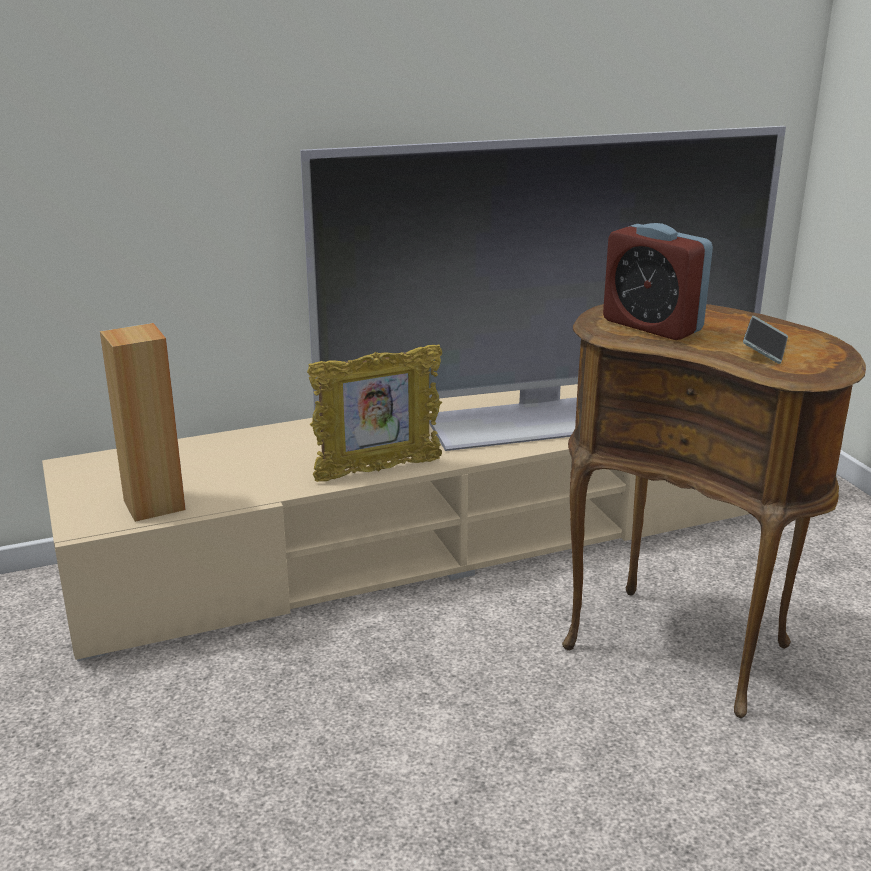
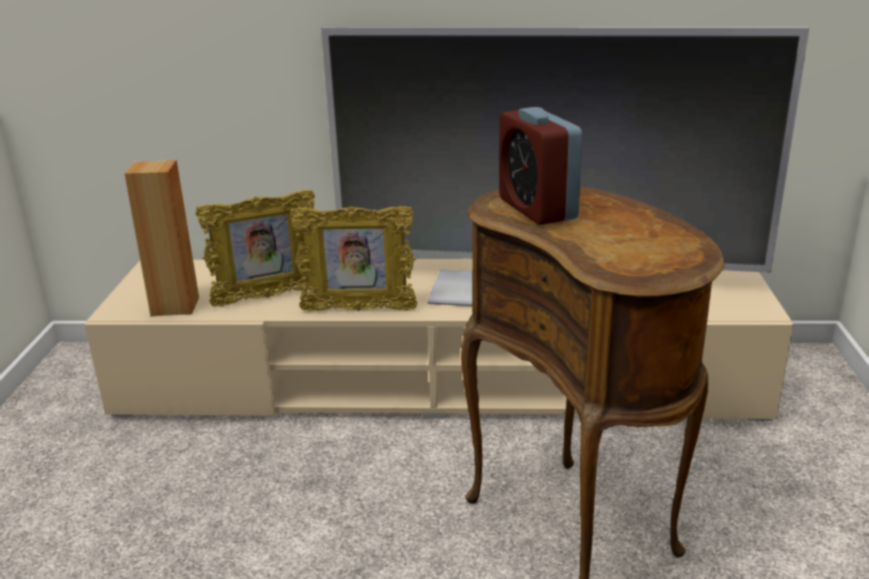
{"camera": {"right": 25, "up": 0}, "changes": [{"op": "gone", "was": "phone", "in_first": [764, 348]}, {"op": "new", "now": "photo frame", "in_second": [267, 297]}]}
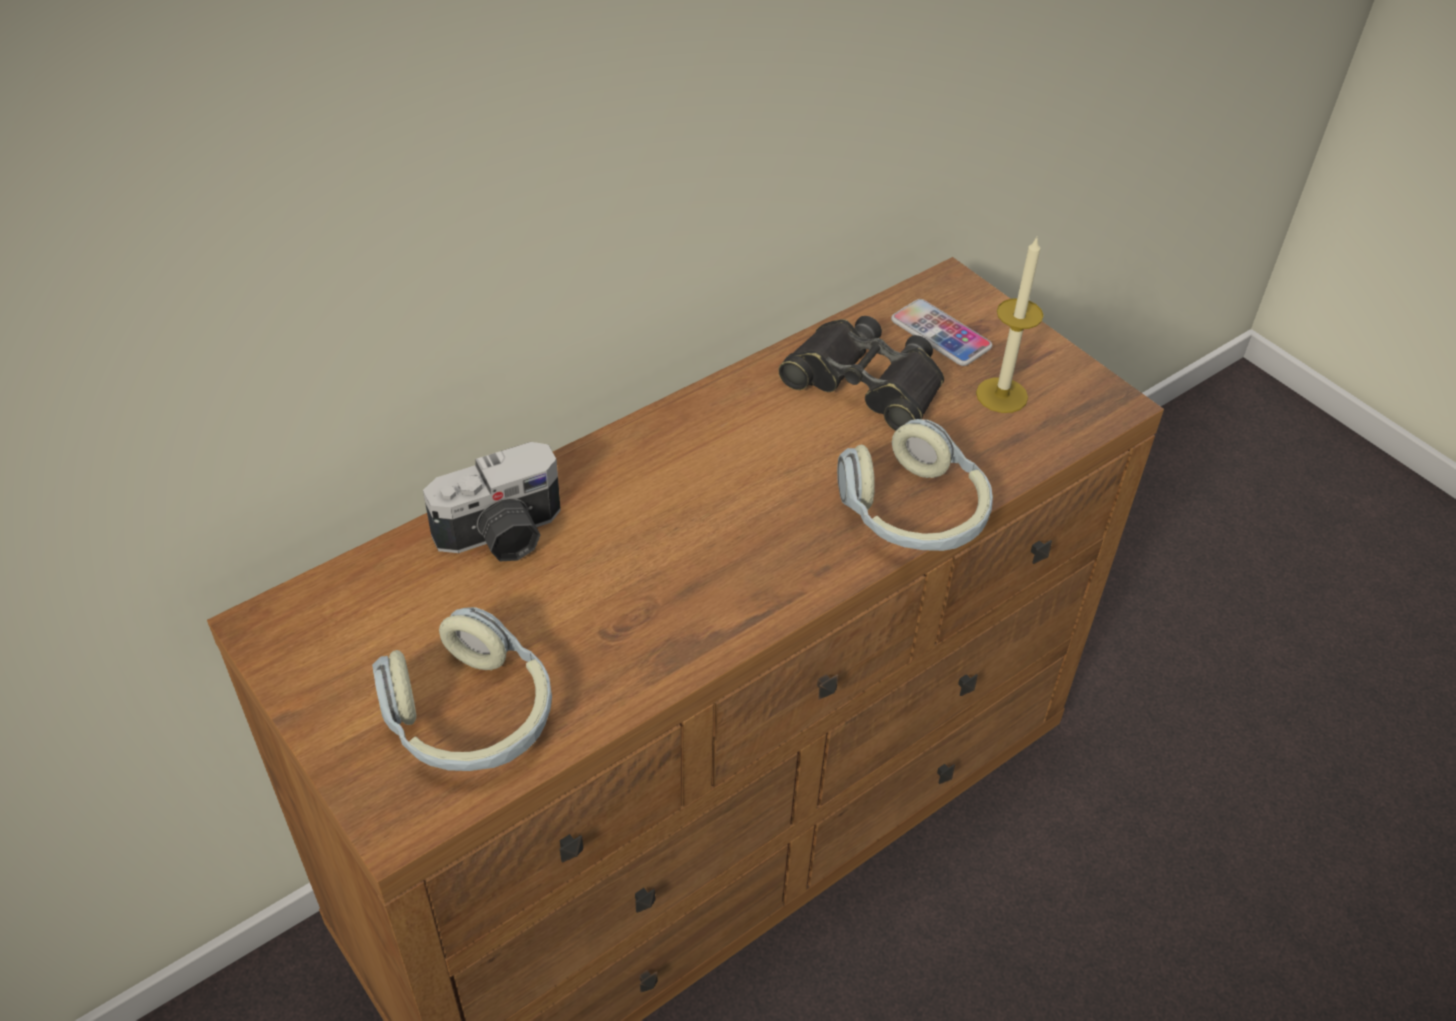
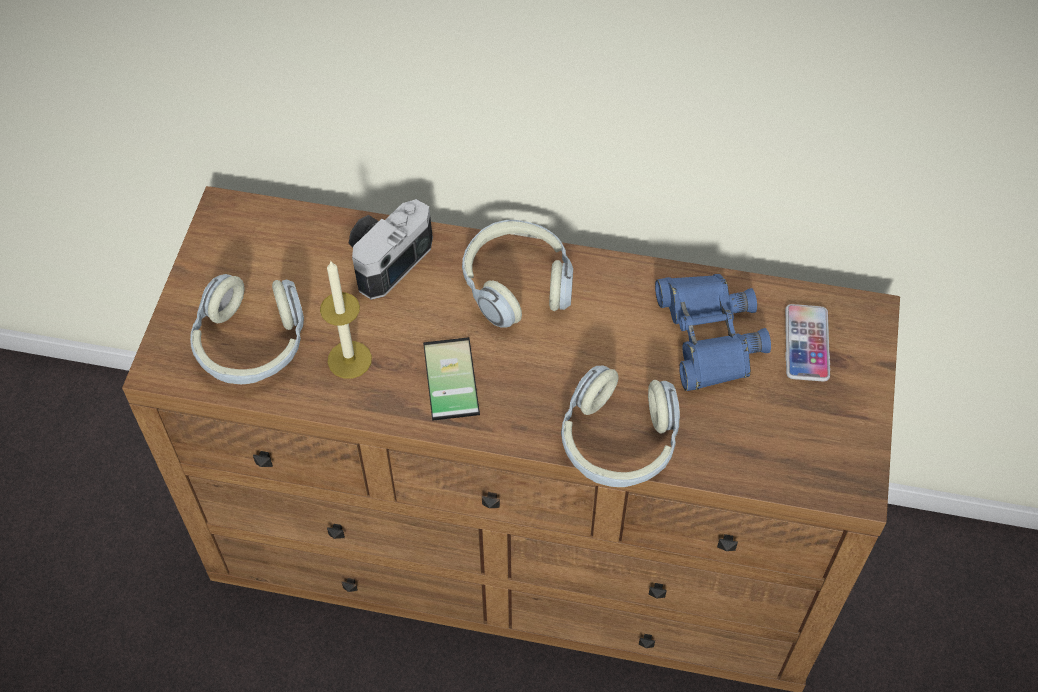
{"camera": {"right": 50, "up": 10}, "changes": [{"op": "rotated", "was": "still camera", "in_first": [503, 536], "in_second": [385, 258], "clockwise": 105}, {"op": "repainted", "was": "black pair of binoculars", "now": "blue-coloured pair of binoculars", "in_first": [865, 383], "in_second": [708, 336]}, {"op": "shifted", "was": "candle", "in_first": [1001, 395], "in_second": [349, 359]}, {"op": "new", "now": "phone", "in_second": [446, 379]}, {"op": "new", "now": "headset", "in_second": [517, 283]}]}
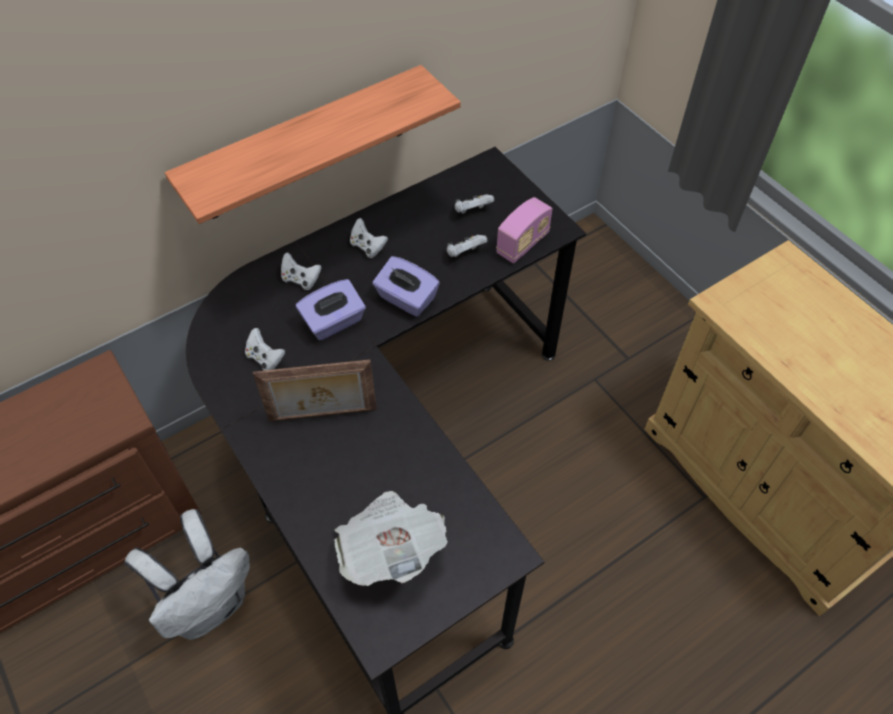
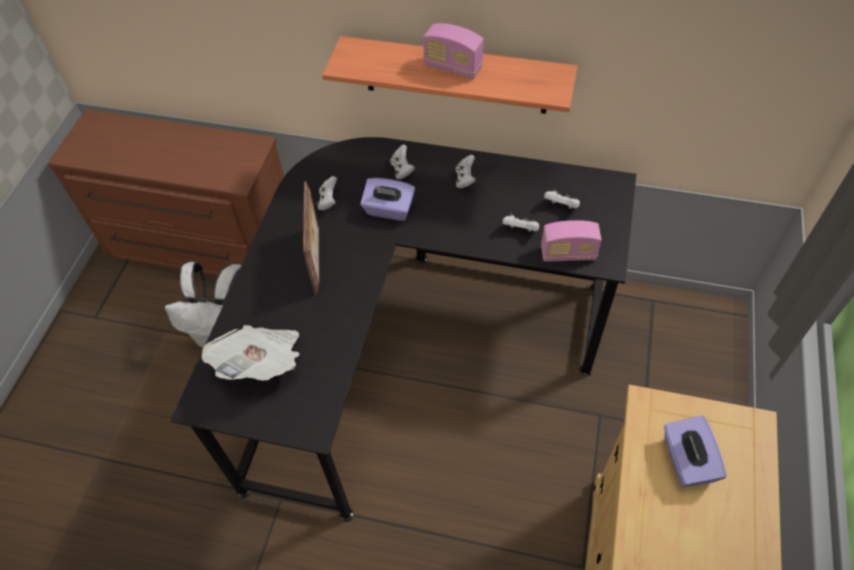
{"camera": {"right": 50, "up": 0}, "changes": [{"op": "rotated", "was": "photo frame", "in_first": [323, 416], "in_second": [317, 259], "clockwise": -135}, {"op": "shifted", "was": "purple tissue box", "in_first": [406, 299], "in_second": [686, 461]}, {"op": "new", "now": "radio", "in_second": [453, 67]}]}
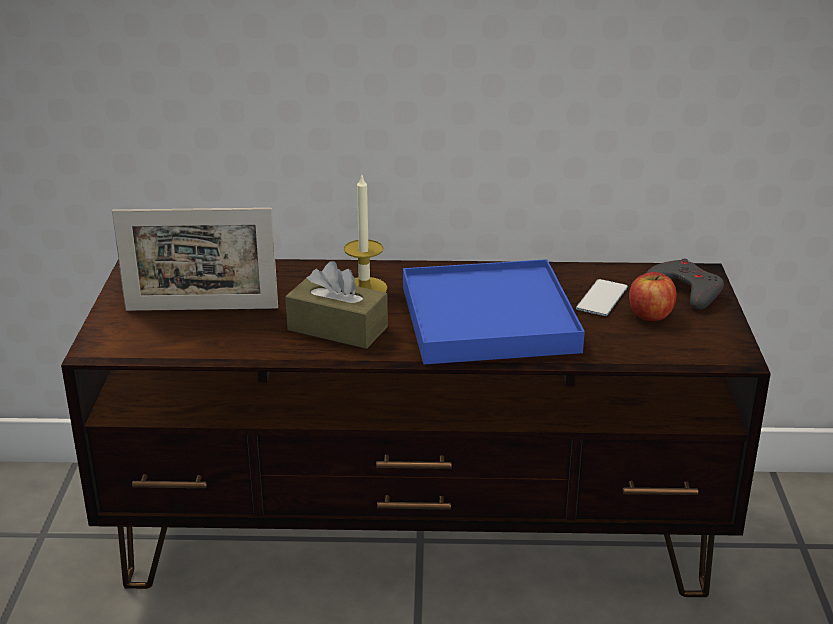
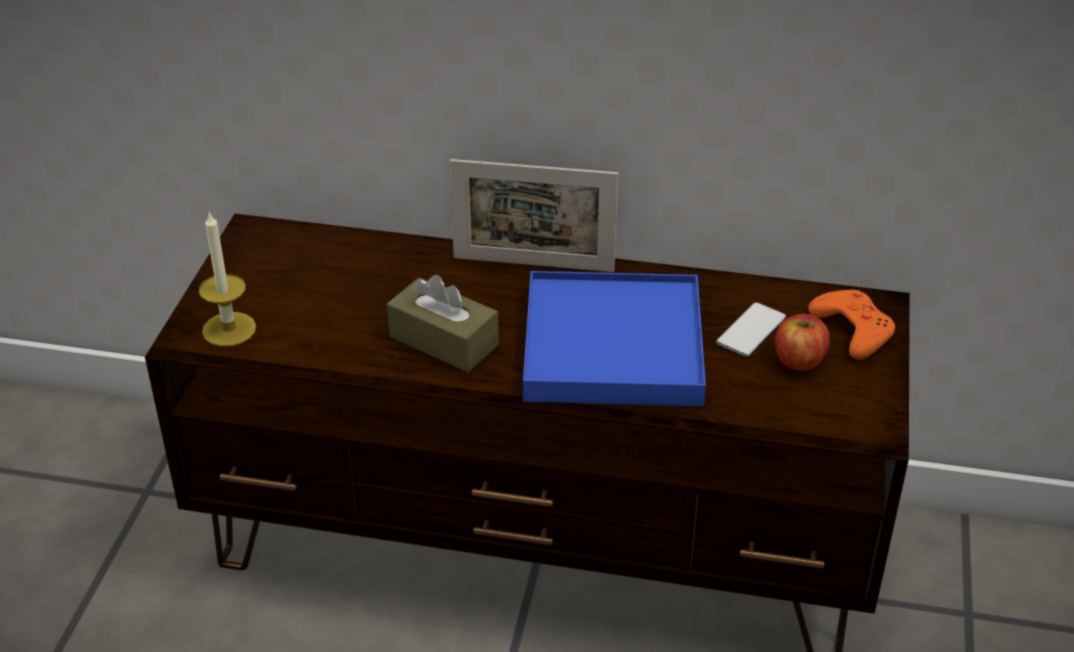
{"camera": {"right": 10, "up": 10}, "changes": [{"op": "shifted", "was": "photo frame", "in_first": [202, 309], "in_second": [533, 264]}, {"op": "shifted", "was": "candle", "in_first": [364, 288], "in_second": [229, 329]}, {"op": "repainted", "was": "gray game controller", "now": "orangey game controller", "in_first": [686, 290], "in_second": [853, 329]}]}
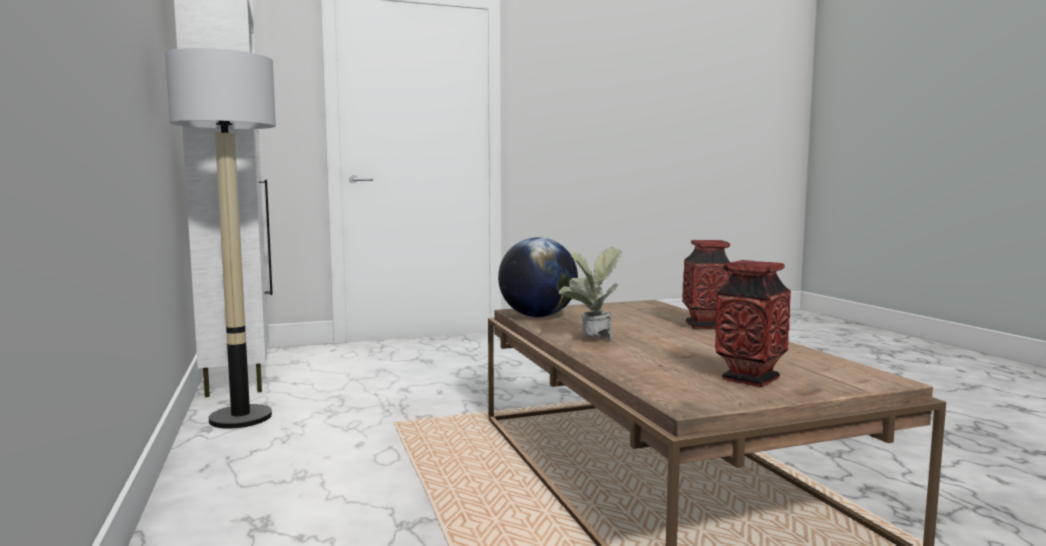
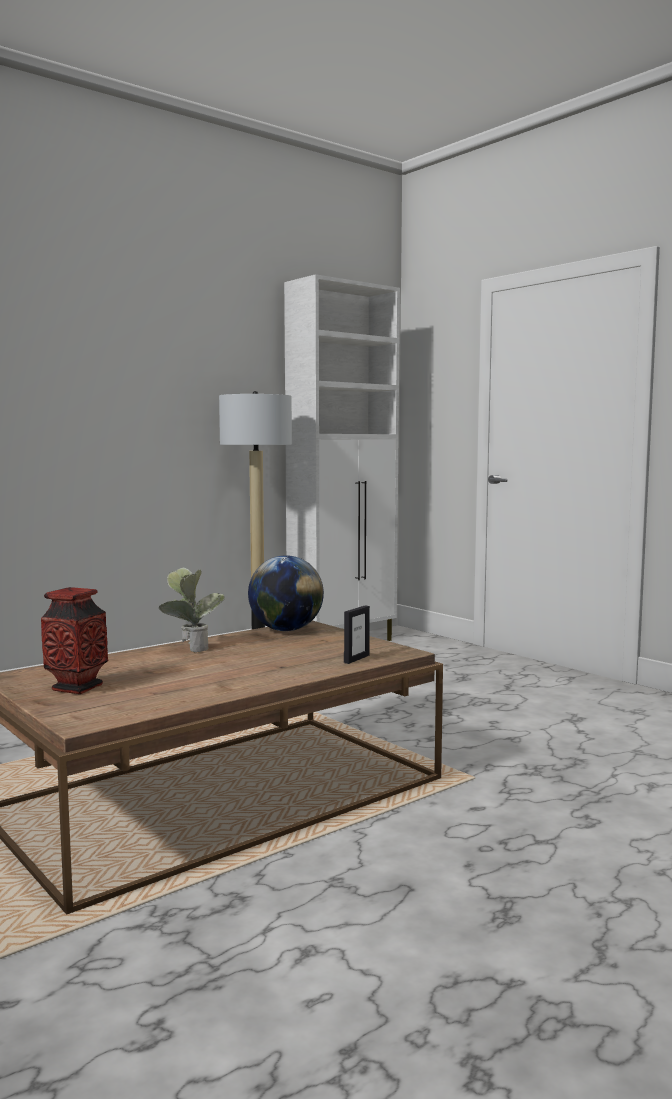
{"camera": {"right": 70, "up": 0}, "changes": [{"op": "gone", "was": "decorative vase", "in_first": [704, 325]}, {"op": "new", "now": "photo frame", "in_second": [356, 659]}]}
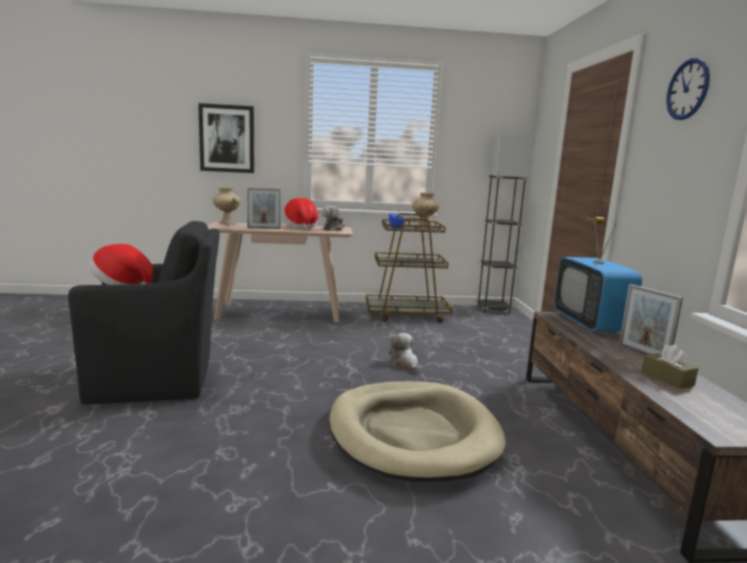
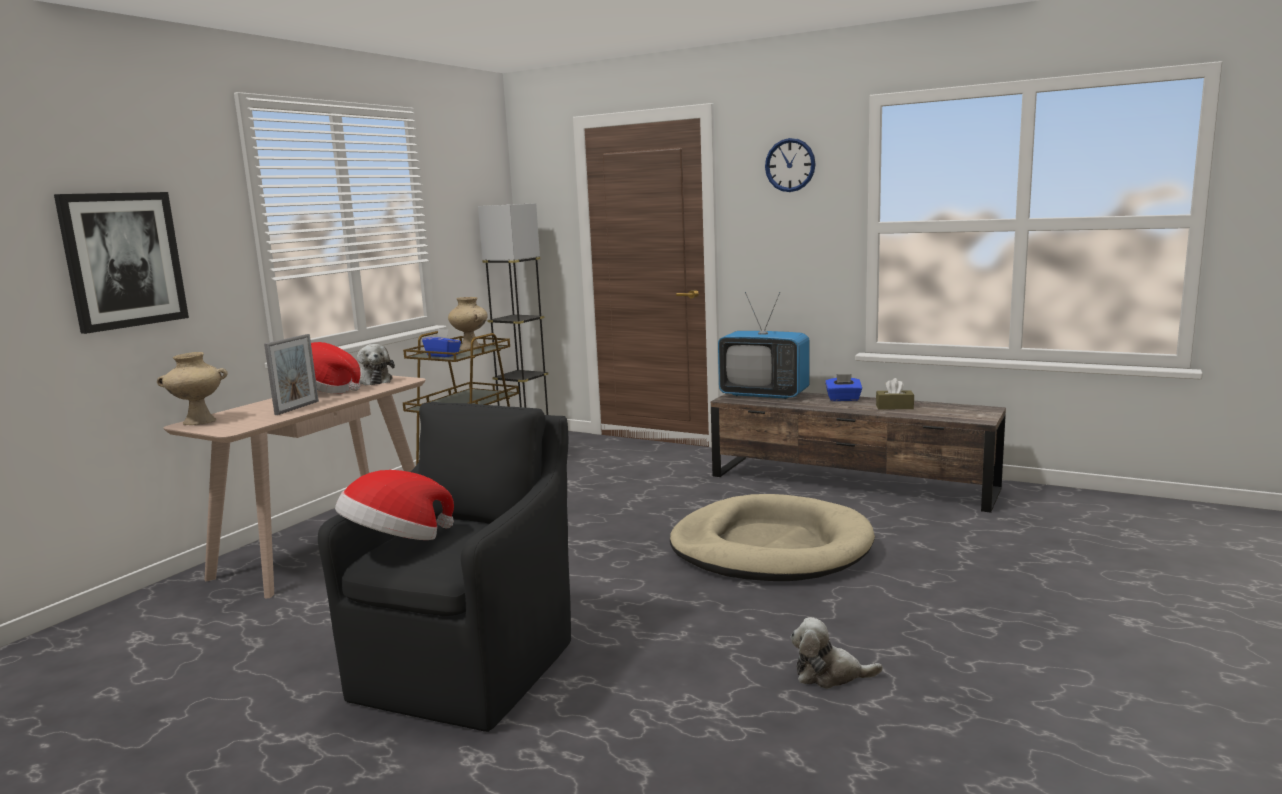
{"camera": {"right": -55, "up": 0}, "changes": [{"op": "shifted", "was": "plush toy", "in_first": [405, 364], "in_second": [829, 674]}, {"op": "swapped", "was": "photo frame", "now": "blue-coloured tissue box", "in_first": [643, 353], "in_second": [843, 399]}]}
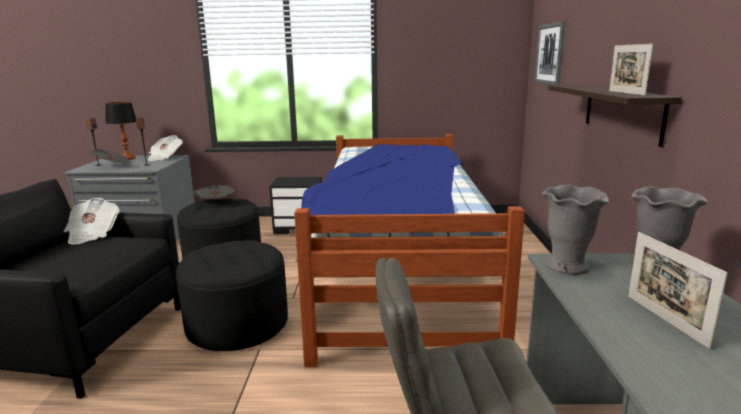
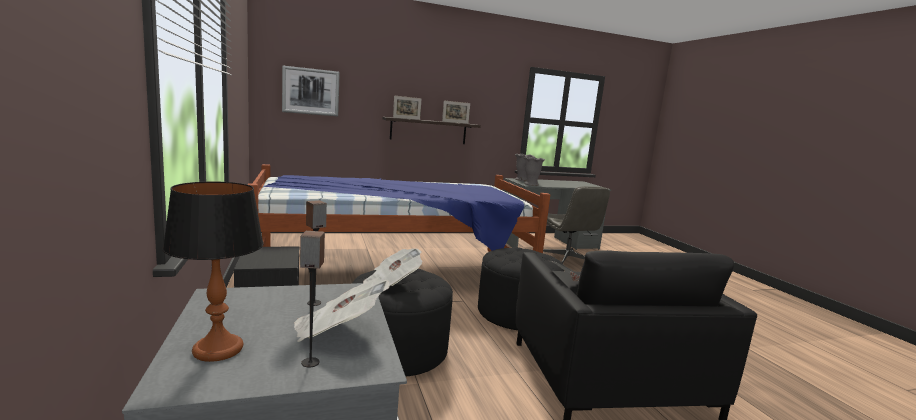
{"camera": {"right": -110, "up": -5}, "changes": [{"op": "gone", "was": "printed paper", "in_first": [165, 157]}, {"op": "shifted", "was": "photo frame", "in_first": [665, 320], "in_second": [406, 118]}]}
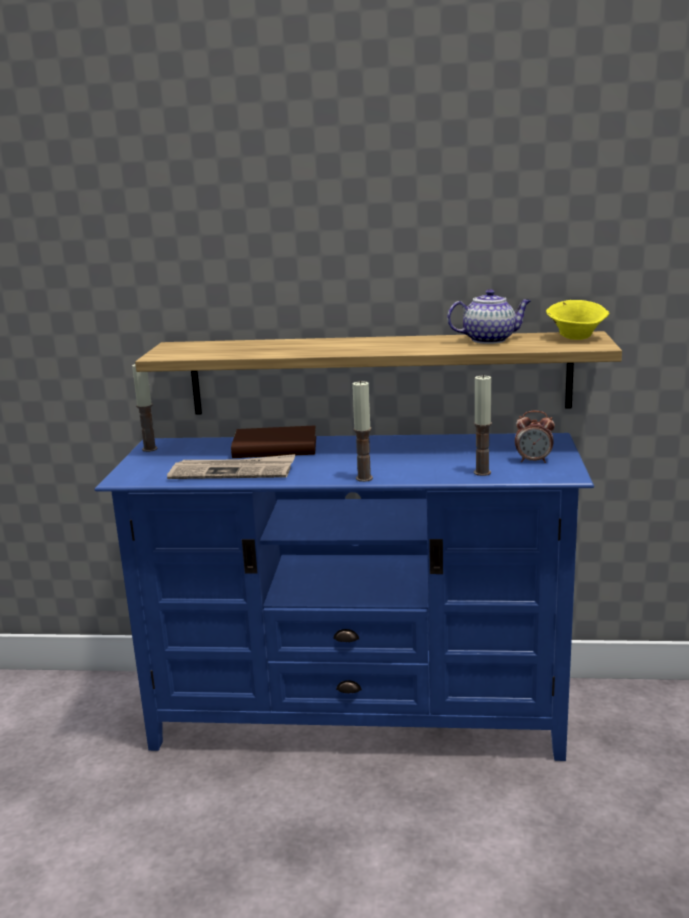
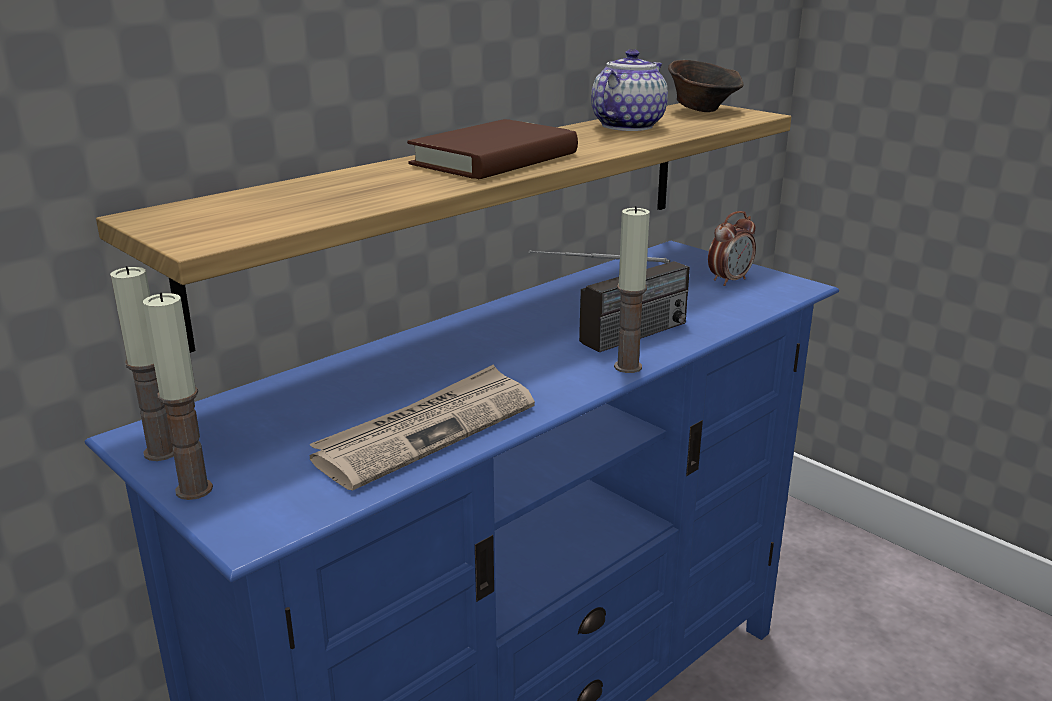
{"camera": {"right": -50, "up": 5}, "changes": [{"op": "shifted", "was": "brown-coloured volume", "in_first": [275, 448], "in_second": [494, 159]}, {"op": "shifted", "was": "candle", "in_first": [482, 472], "in_second": [194, 490]}, {"op": "repainted", "was": "yellowish bowl", "now": "brown-coloured bowl", "in_first": [577, 338], "in_second": [702, 110]}, {"op": "new", "now": "radio", "in_second": [612, 342]}]}
